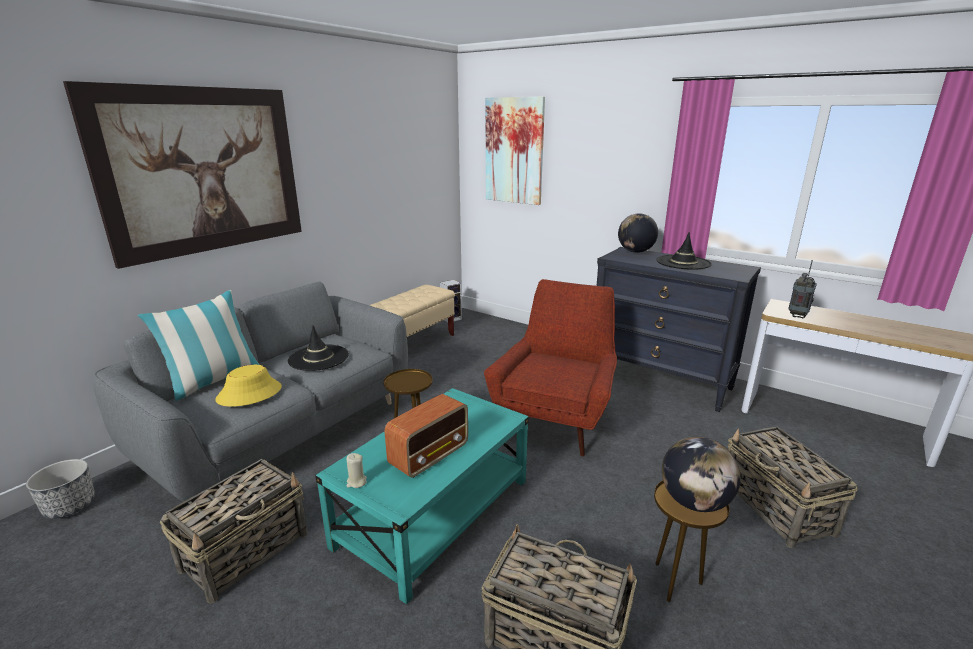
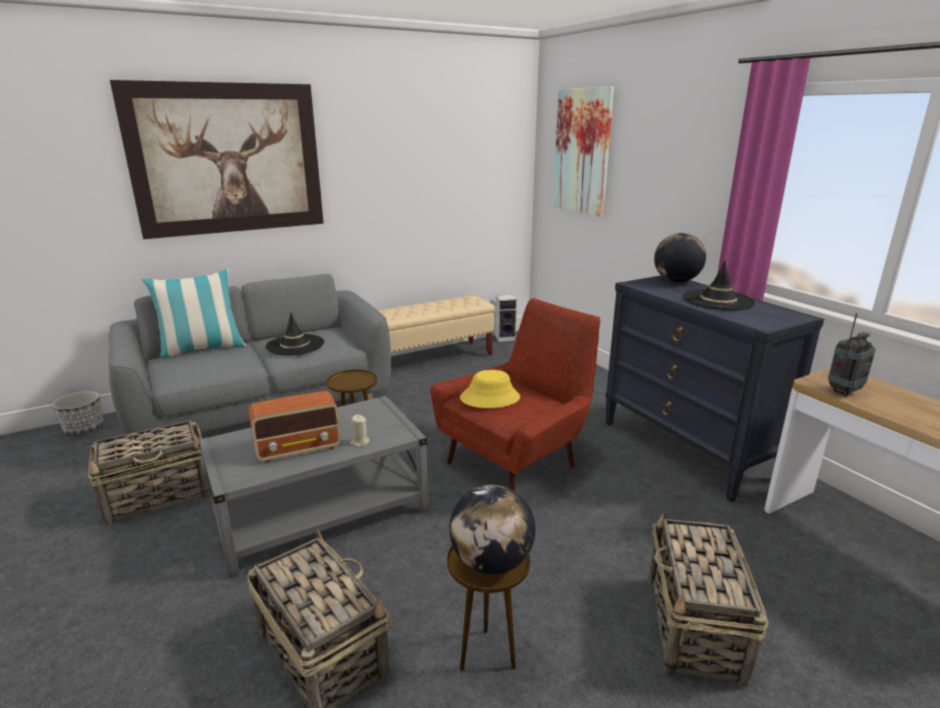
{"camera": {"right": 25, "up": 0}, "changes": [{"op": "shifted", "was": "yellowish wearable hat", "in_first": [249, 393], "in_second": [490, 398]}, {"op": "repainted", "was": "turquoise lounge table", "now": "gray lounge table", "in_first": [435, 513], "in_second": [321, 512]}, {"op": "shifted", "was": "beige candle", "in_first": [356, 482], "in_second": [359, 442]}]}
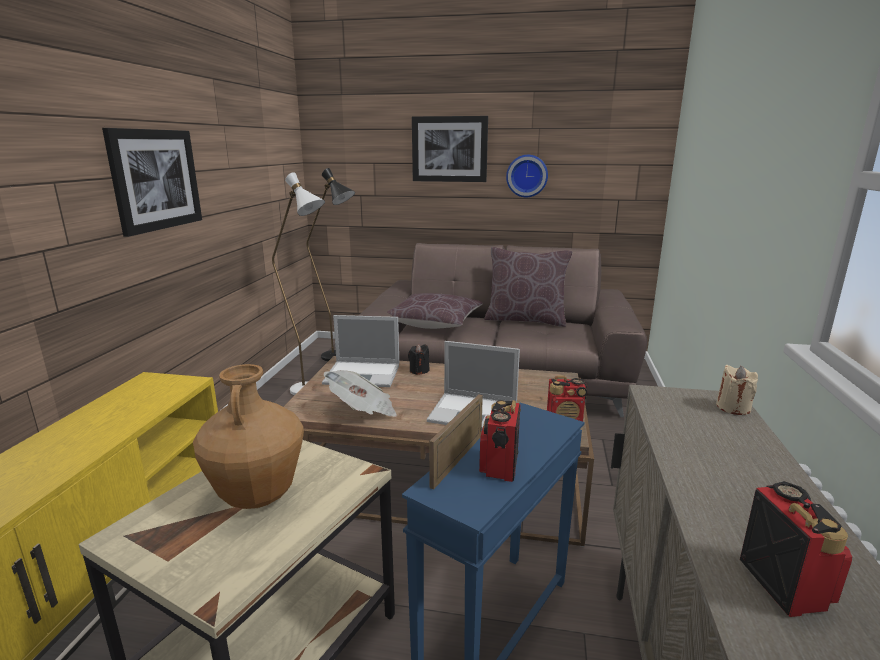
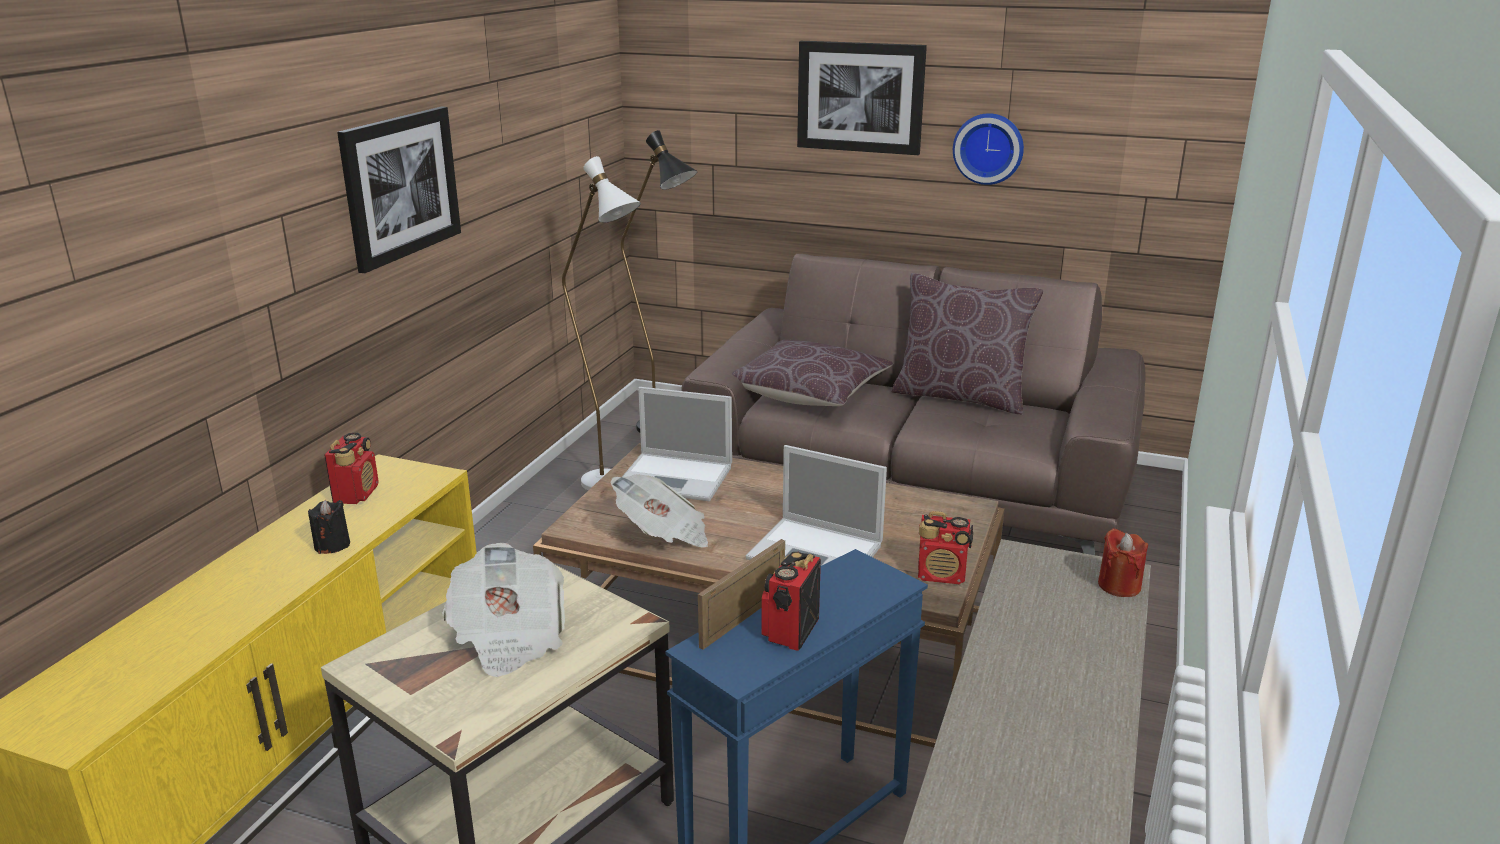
{"camera": {"right": 10, "up": 5}, "changes": [{"op": "swapped", "was": "brown-coloured decorative vase", "now": "printed paper", "in_first": [257, 497], "in_second": [508, 637]}, {"op": "shifted", "was": "black candle", "in_first": [419, 371], "in_second": [332, 545]}, {"op": "repainted", "was": "beige candle", "now": "red-coloured candle", "in_first": [733, 407], "in_second": [1119, 585]}, {"op": "shifted", "was": "radio", "in_first": [783, 584], "in_second": [356, 494]}]}
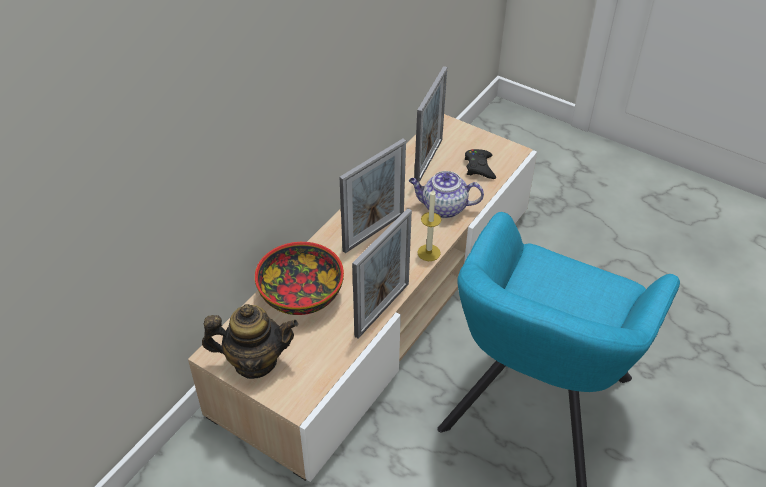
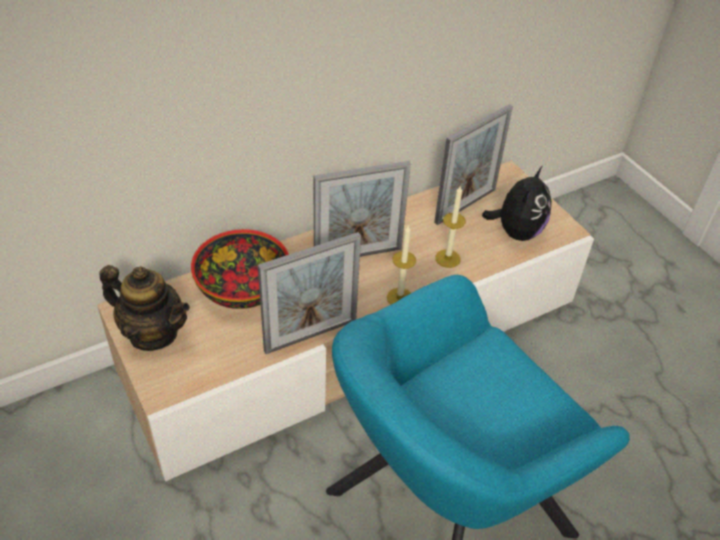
{"camera": {"right": 25, "up": 0}, "changes": [{"op": "swapped", "was": "pot for tea", "now": "candle", "in_first": [443, 208], "in_second": [447, 258]}, {"op": "swapped", "was": "black game controller", "now": "plush toy", "in_first": [479, 167], "in_second": [516, 231]}]}
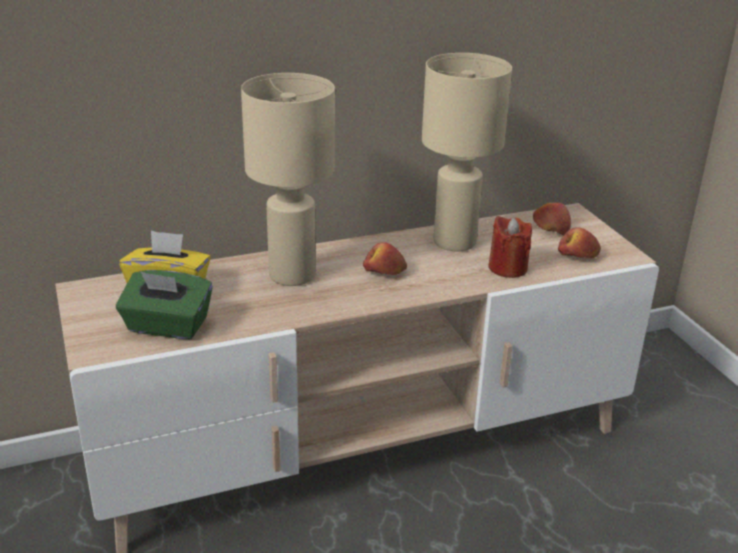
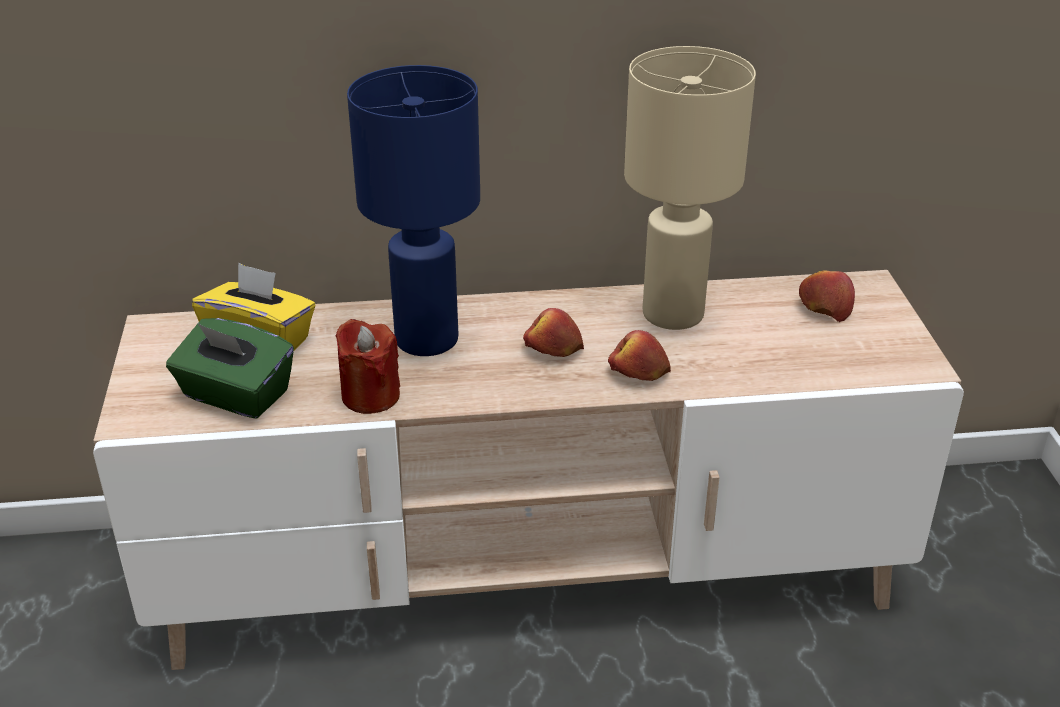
{"camera": {"right": 15, "up": 5}, "changes": [{"op": "repainted", "was": "beige table lamp", "now": "blue-coloured table lamp", "in_first": [291, 275], "in_second": [425, 339]}, {"op": "shifted", "was": "red-coloured candle", "in_first": [507, 268], "in_second": [370, 396]}, {"op": "shifted", "was": "whole apple", "in_first": [577, 256], "in_second": [638, 372]}]}
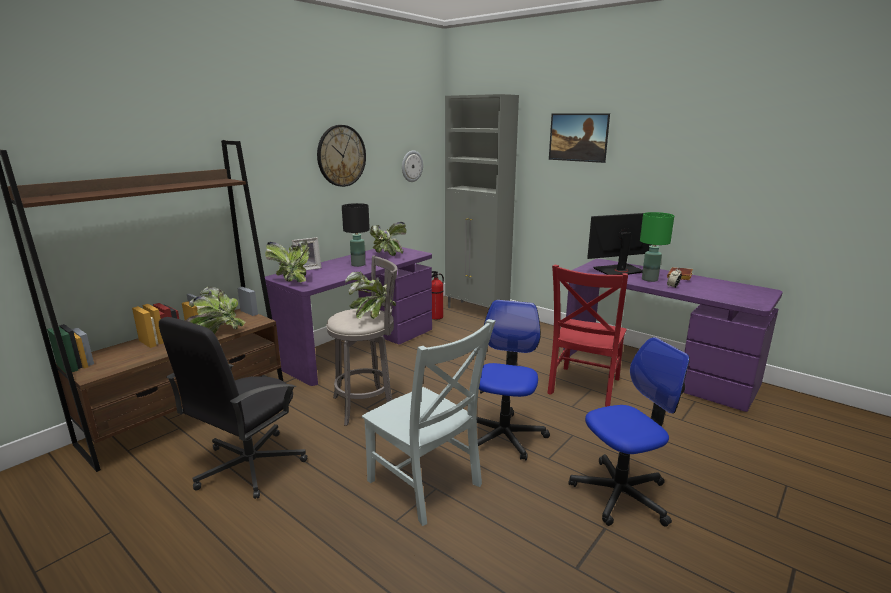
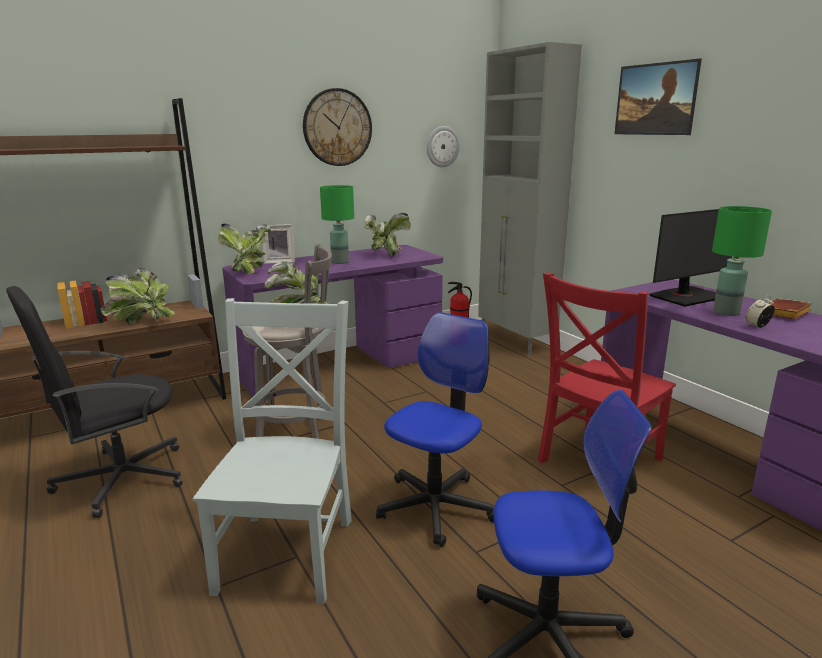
{"camera": {"right": 20, "up": 0}, "changes": [{"op": "repainted", "was": "black table lamp", "now": "green table lamp", "in_first": [358, 265], "in_second": [339, 262]}, {"op": "rotated", "was": "gray chair", "in_first": [427, 485], "in_second": [288, 550], "clockwise": -150}, {"op": "rotated", "was": "computer display", "in_first": [619, 270], "in_second": [686, 296], "clockwise": 150}]}
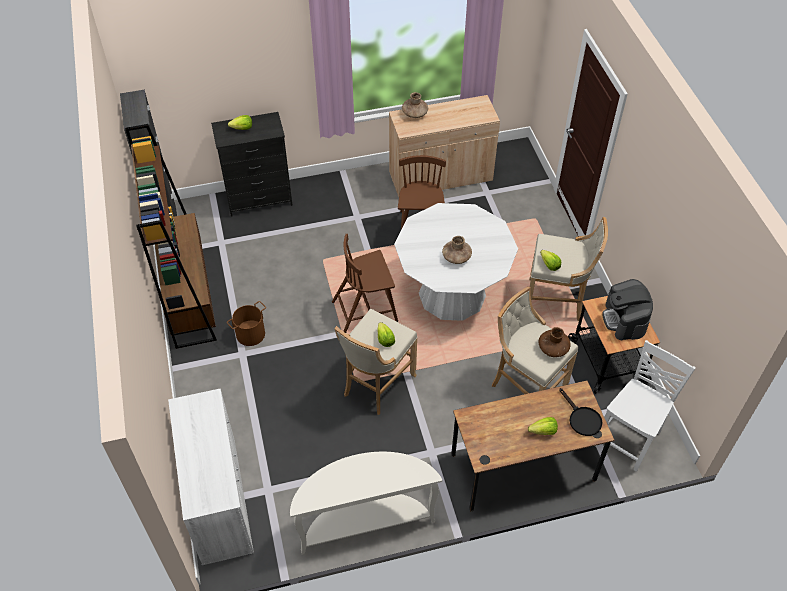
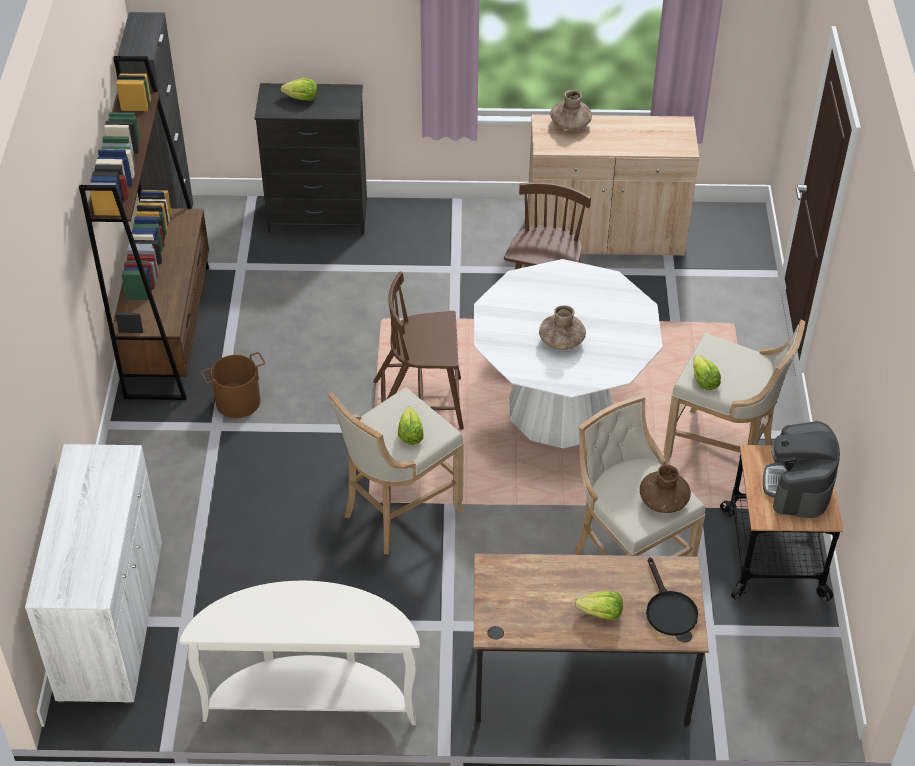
{"camera": {"right": 15, "up": -5}, "changes": [{"op": "gone", "was": "white chair", "in_first": [629, 439]}]}
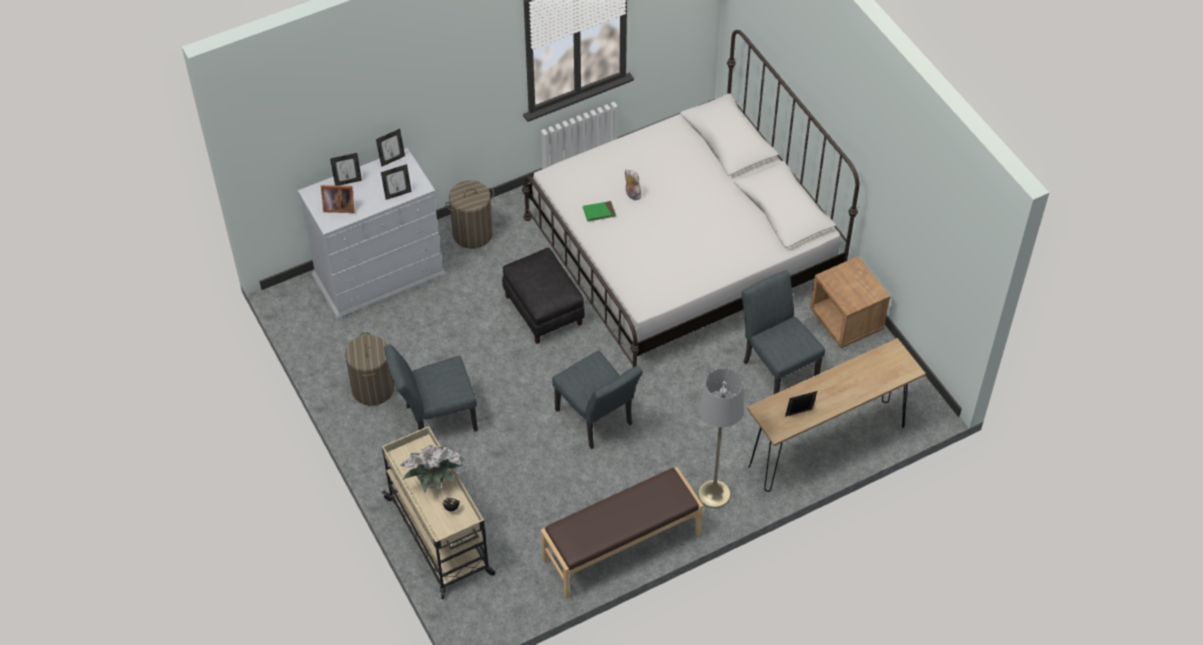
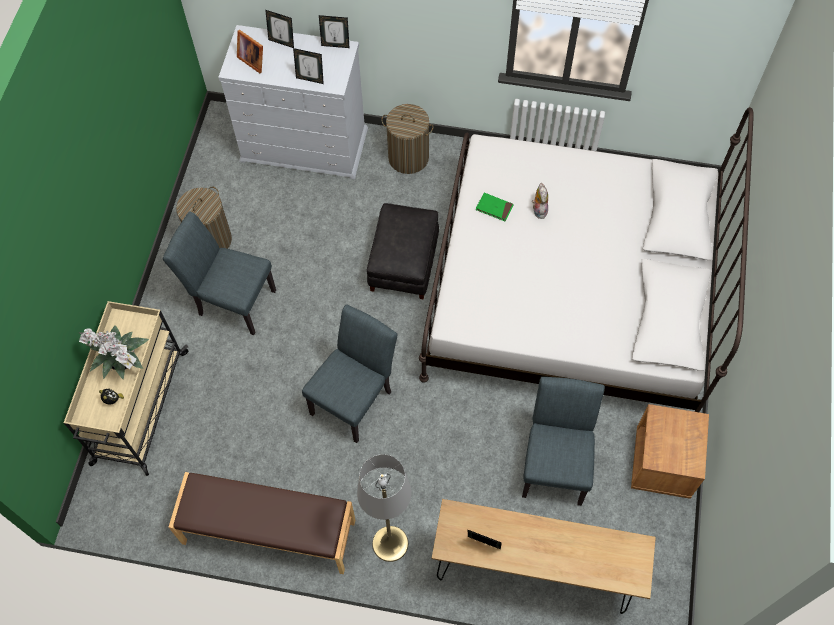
{"camera": {"right": 40, "up": 10}, "changes": [{"op": "rotated", "was": "gray chair", "in_first": [597, 421], "in_second": [355, 398], "clockwise": -150}]}
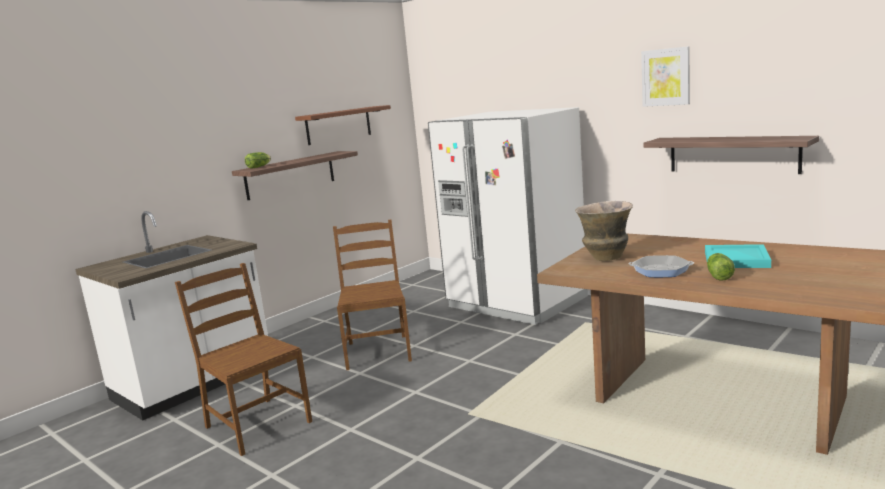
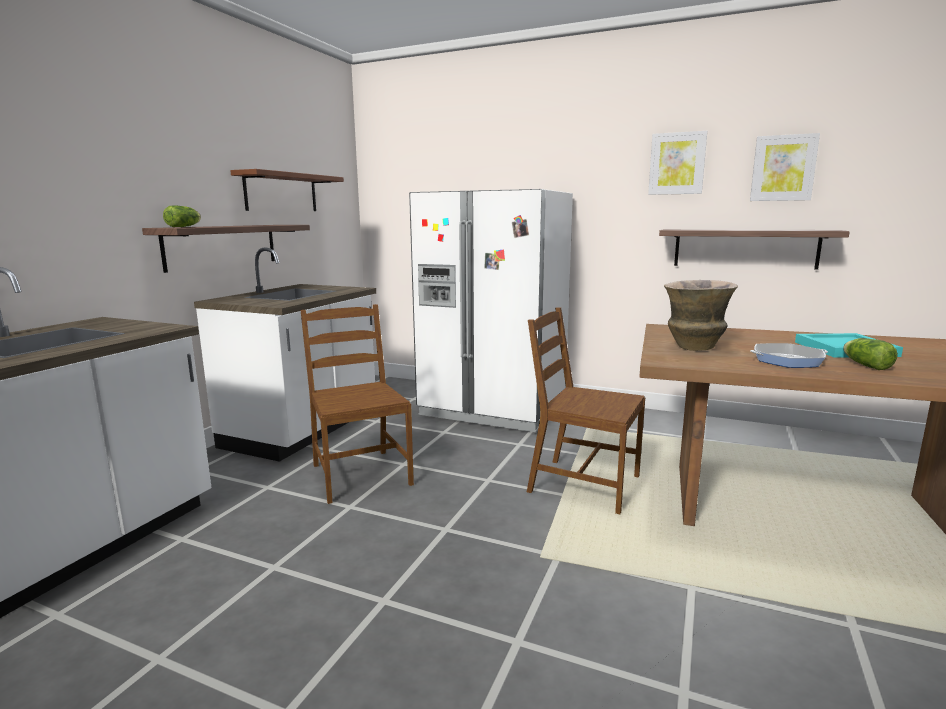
{"camera": {"right": -20, "up": 0}, "changes": [{"op": "shifted", "was": "brown-coloured chair", "in_first": [256, 425], "in_second": [582, 484]}, {"op": "new", "now": "white kitchen counter", "in_second": [304, 430]}, {"op": "new", "now": "picture", "in_second": [783, 168]}]}
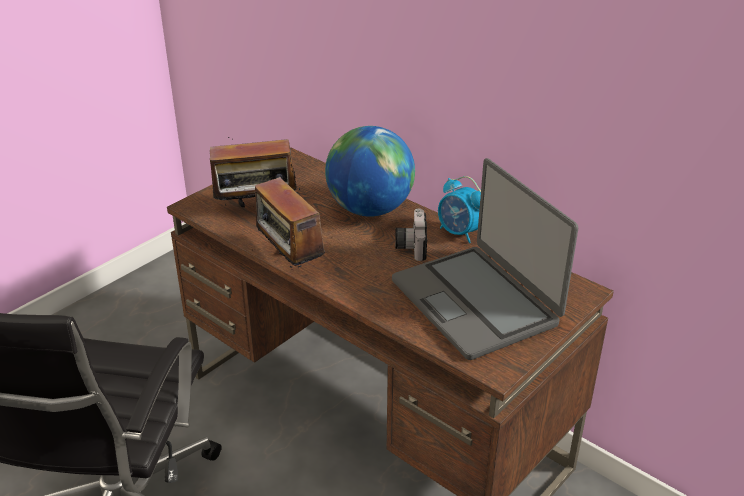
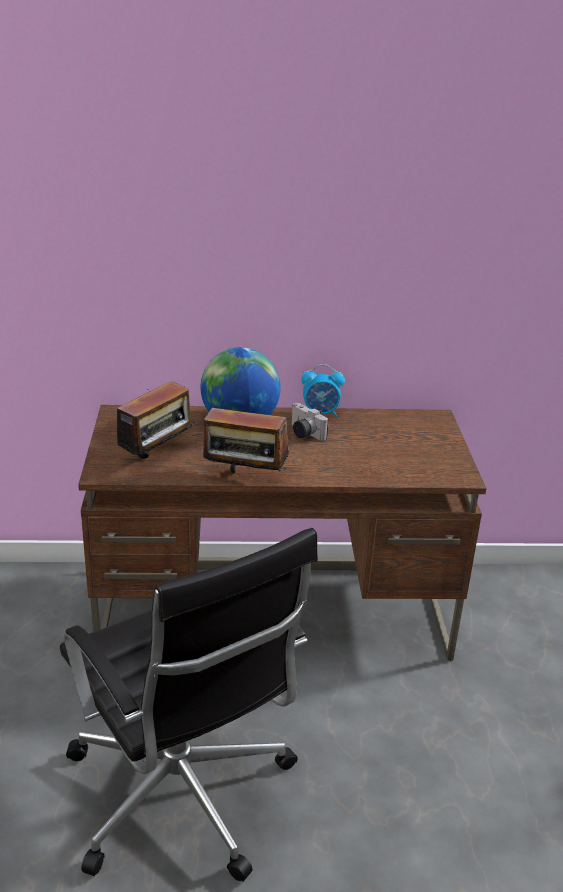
{"camera": {"right": -45, "up": -5}, "changes": [{"op": "gone", "was": "laptop", "in_first": [476, 302]}]}
